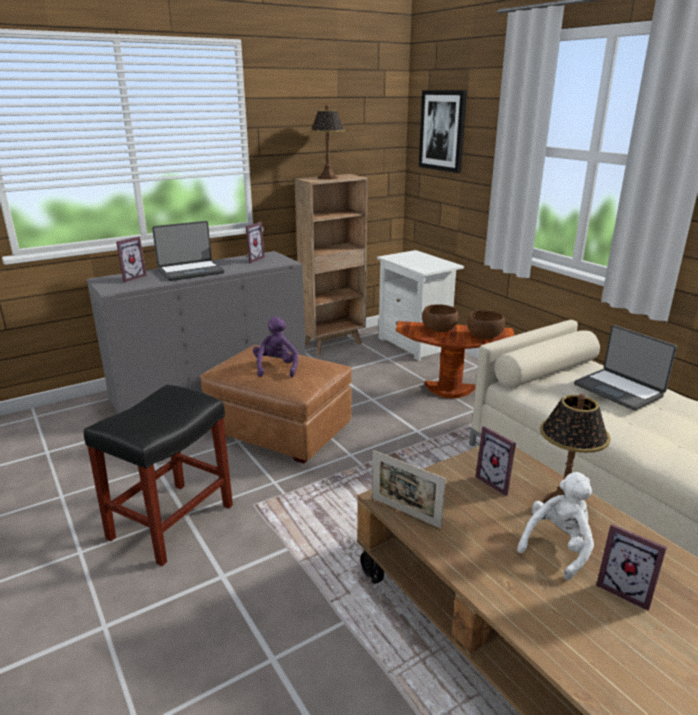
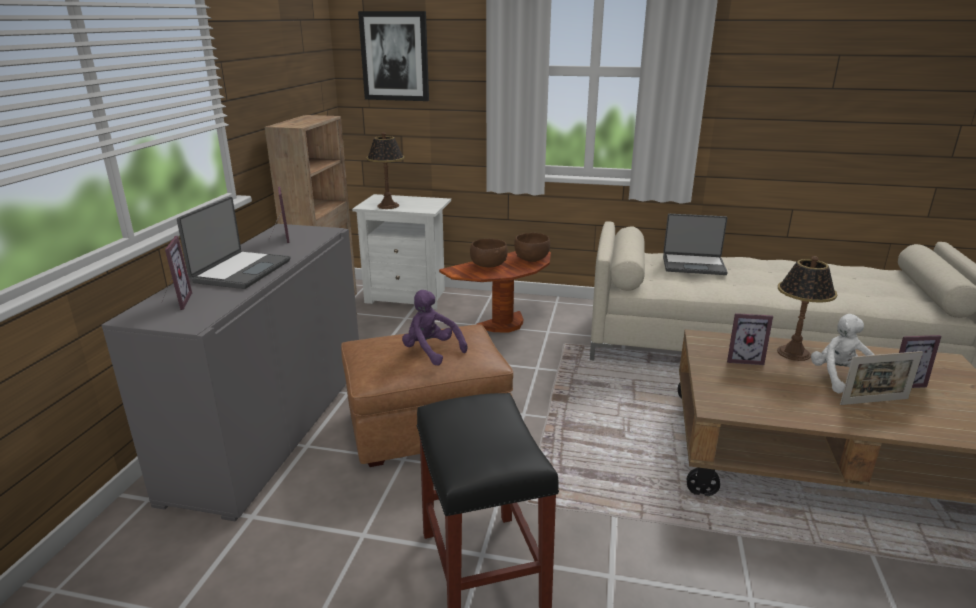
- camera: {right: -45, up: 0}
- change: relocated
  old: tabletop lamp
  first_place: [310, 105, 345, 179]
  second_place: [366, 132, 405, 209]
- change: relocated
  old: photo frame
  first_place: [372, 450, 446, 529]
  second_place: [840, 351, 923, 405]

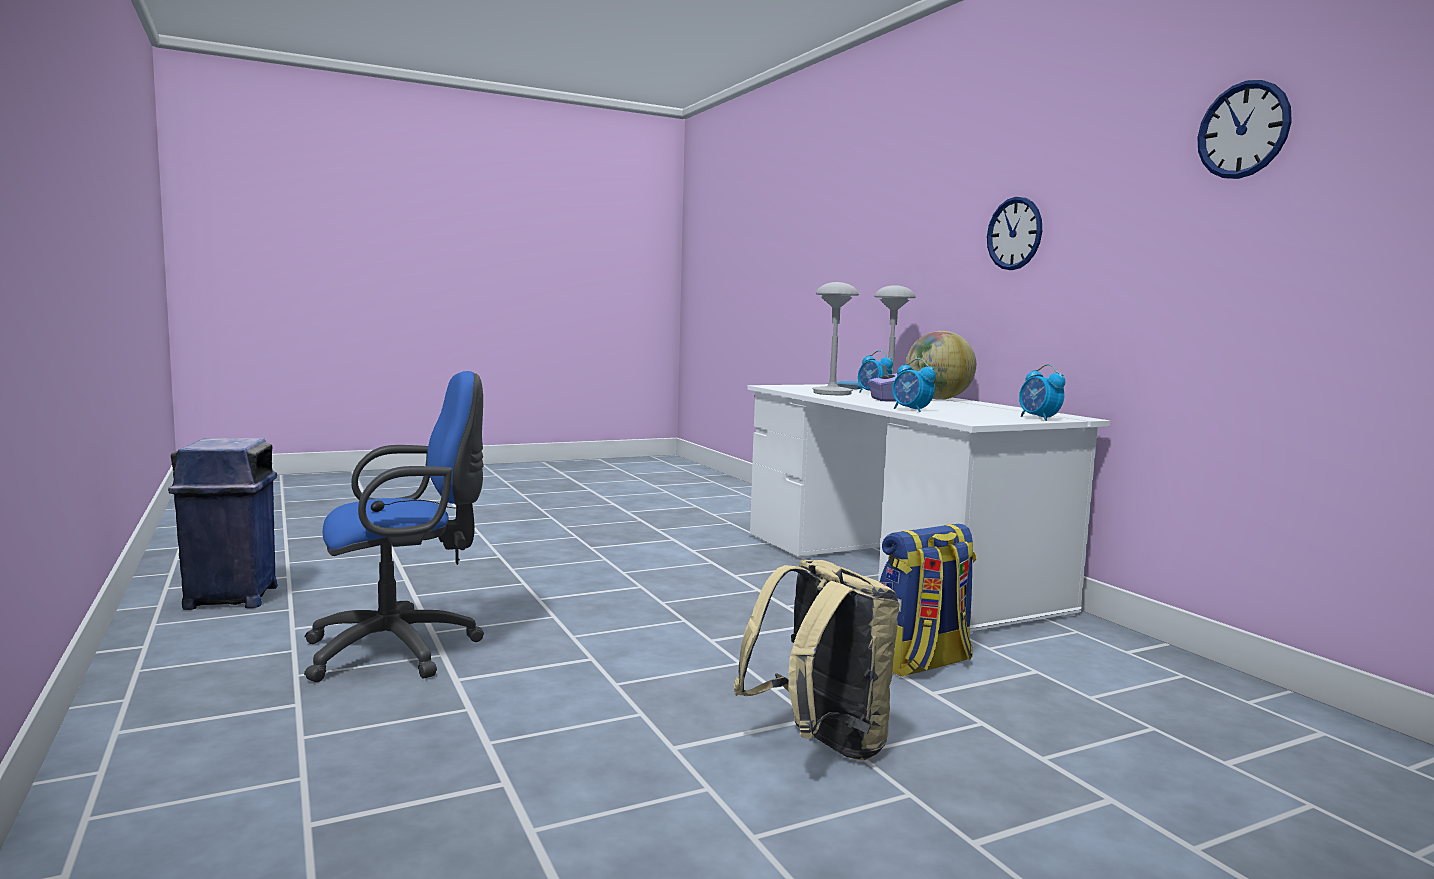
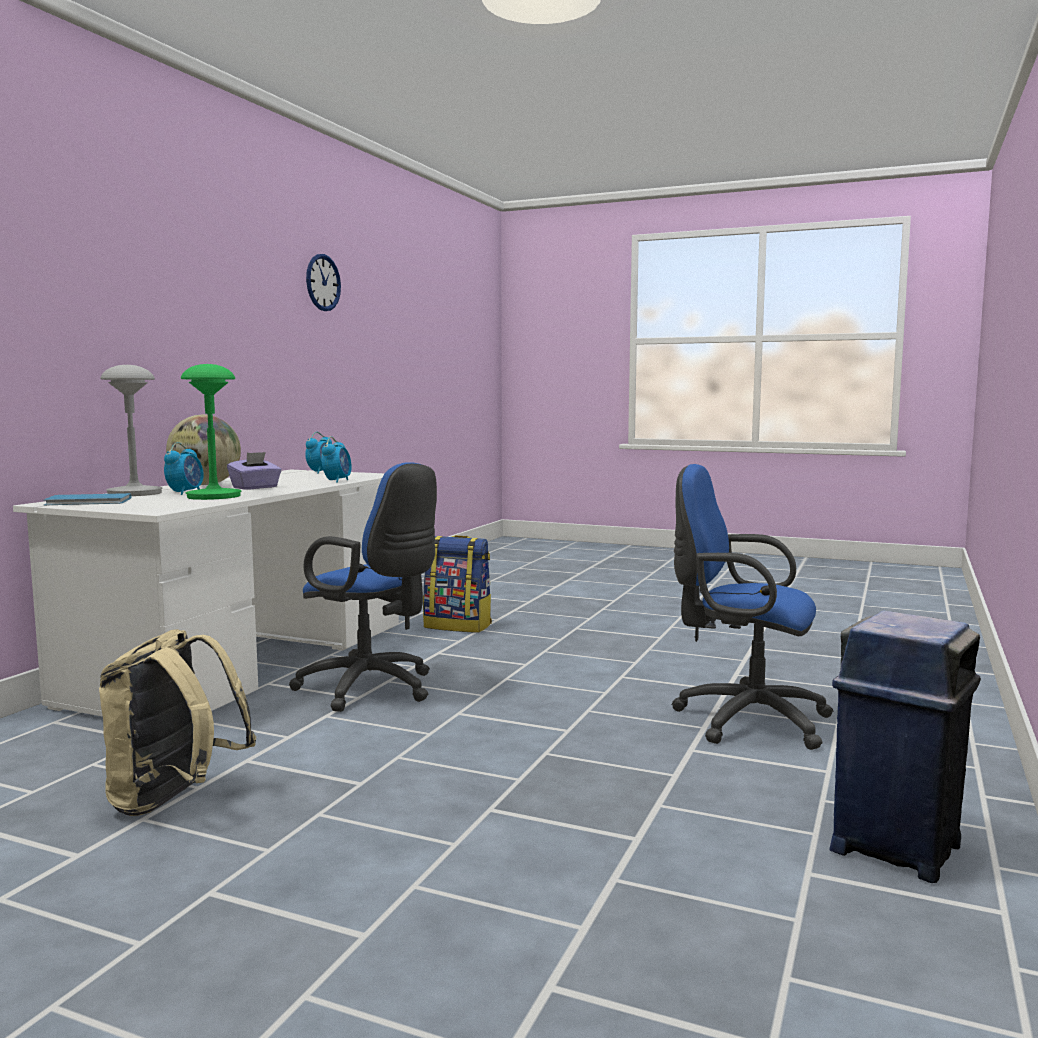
- camera: {right: -130, up: 0}
- change: missing
  old: hanging clock
  first_place: [987, 197, 1042, 270]
- change: appeared
  new: blue-coloured office chair
  second_place: [289, 462, 437, 712]
- change: relocated
  old: beige-coloured backpack
  first_place: [733, 560, 900, 760]
  second_place: [99, 629, 256, 816]
- change: colour
  old: grey tabletop lamp
  new: green-coloured tabletop lamp
  first_place: [812, 282, 859, 395]
  second_place: [181, 364, 241, 500]

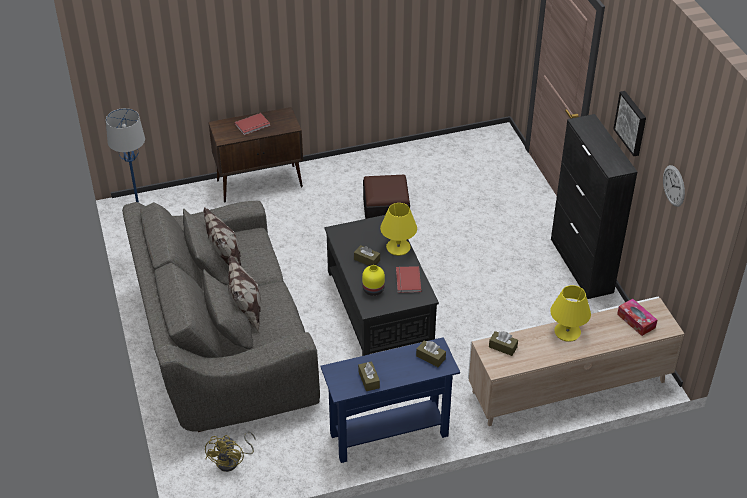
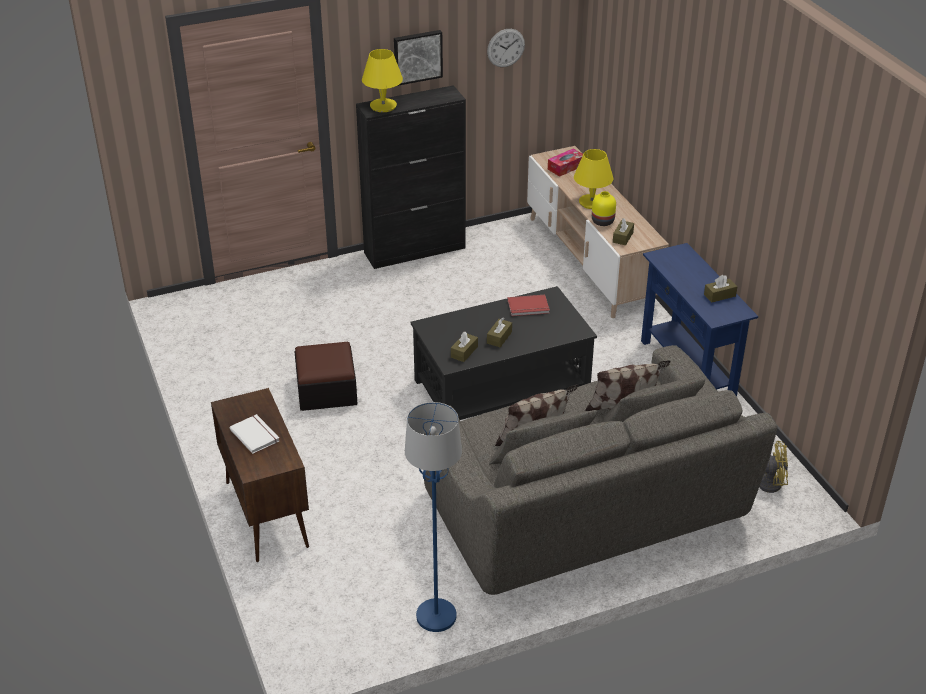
- camera: {right: -95, up: -5}
- change: relocated
  old: yellowish flower vase
  first_place: [362, 265, 385, 296]
  second_place: [592, 191, 616, 226]
- change: relocated
  old: yellowish tabletop lamp
  first_place: [380, 203, 417, 256]
  second_place: [362, 49, 403, 112]
- change: relocated
  old: brown-coloured box of tissues
  first_place: [416, 340, 446, 367]
  second_place: [451, 332, 478, 362]
- change: colour
  old: reddish bound book
  new: white-coloured bound book
  first_place: [235, 113, 270, 135]
  second_place: [230, 414, 279, 454]

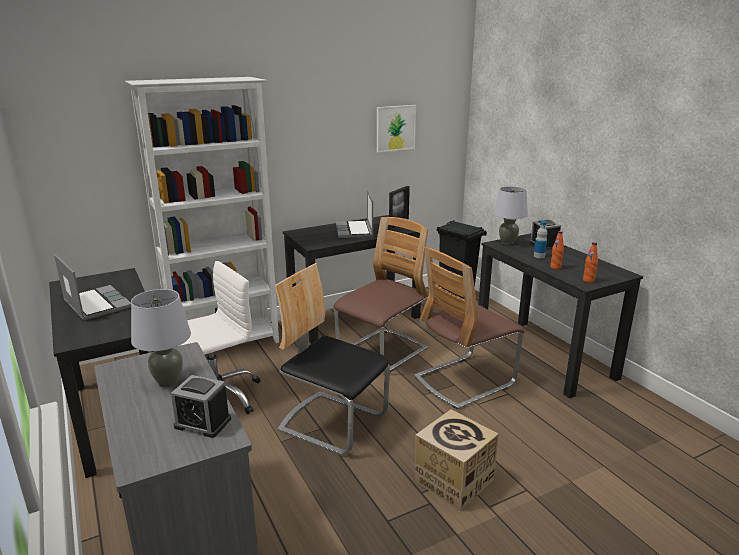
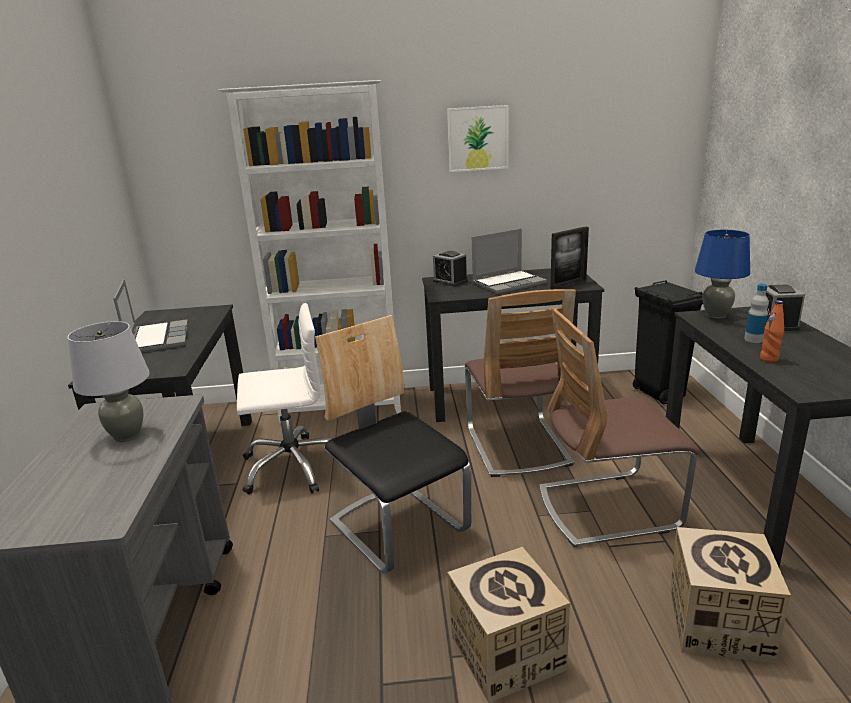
- camera: {right: 25, up: 0}
- change: missing
  old: orangey bottle
  first_place: [583, 242, 598, 283]
- change: appeared
  new: carton
  second_place: [670, 527, 791, 664]
- change: relocated
  old: bedside clock
  first_place: [171, 375, 231, 438]
  second_place: [433, 251, 468, 287]
- change: relocated
  old: picture
  first_place: [377, 105, 416, 153]
  second_place: [447, 105, 509, 172]
- change: colour
  old: grey tabletop lamp
  new: blue-coloured tabletop lamp
  first_place: [494, 186, 528, 245]
  second_place: [695, 230, 750, 319]
- change: spun
  old: upright chair
  first_place: [333, 217, 428, 372]
  second_place: [465, 289, 576, 477]
  degrees: 105
- change: spun
  old: laptop
  first_place: [336, 189, 373, 238]
  second_place: [472, 229, 547, 294]
  degrees: -135

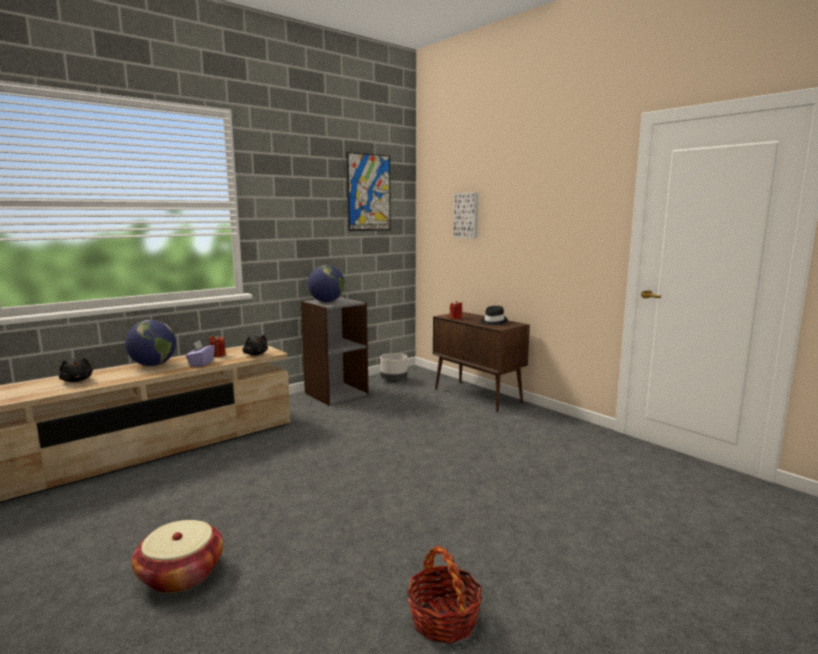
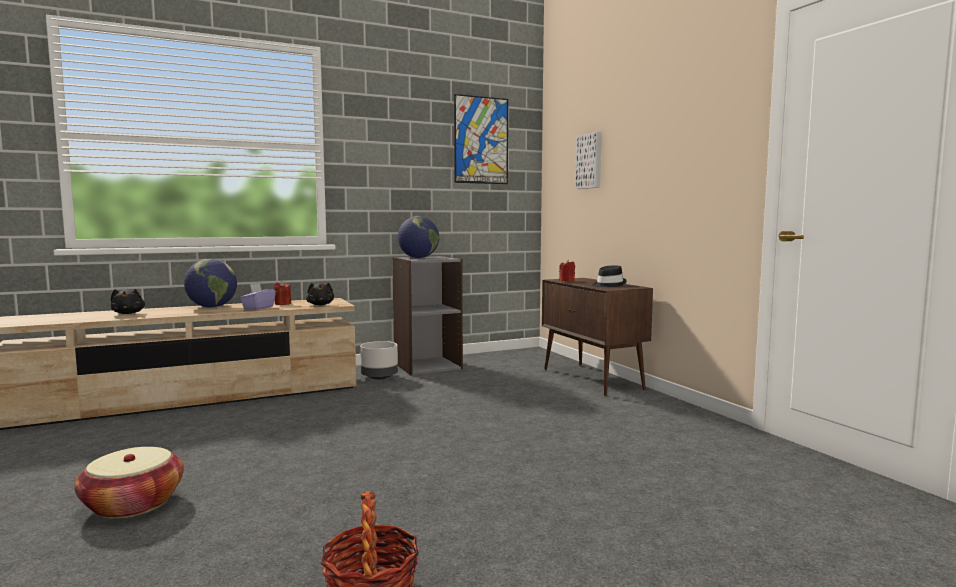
- camera: {right: 15, up: -5}
- change: relocated
  old: grey flower pot
  first_place: [380, 353, 407, 382]
  second_place: [360, 341, 398, 380]

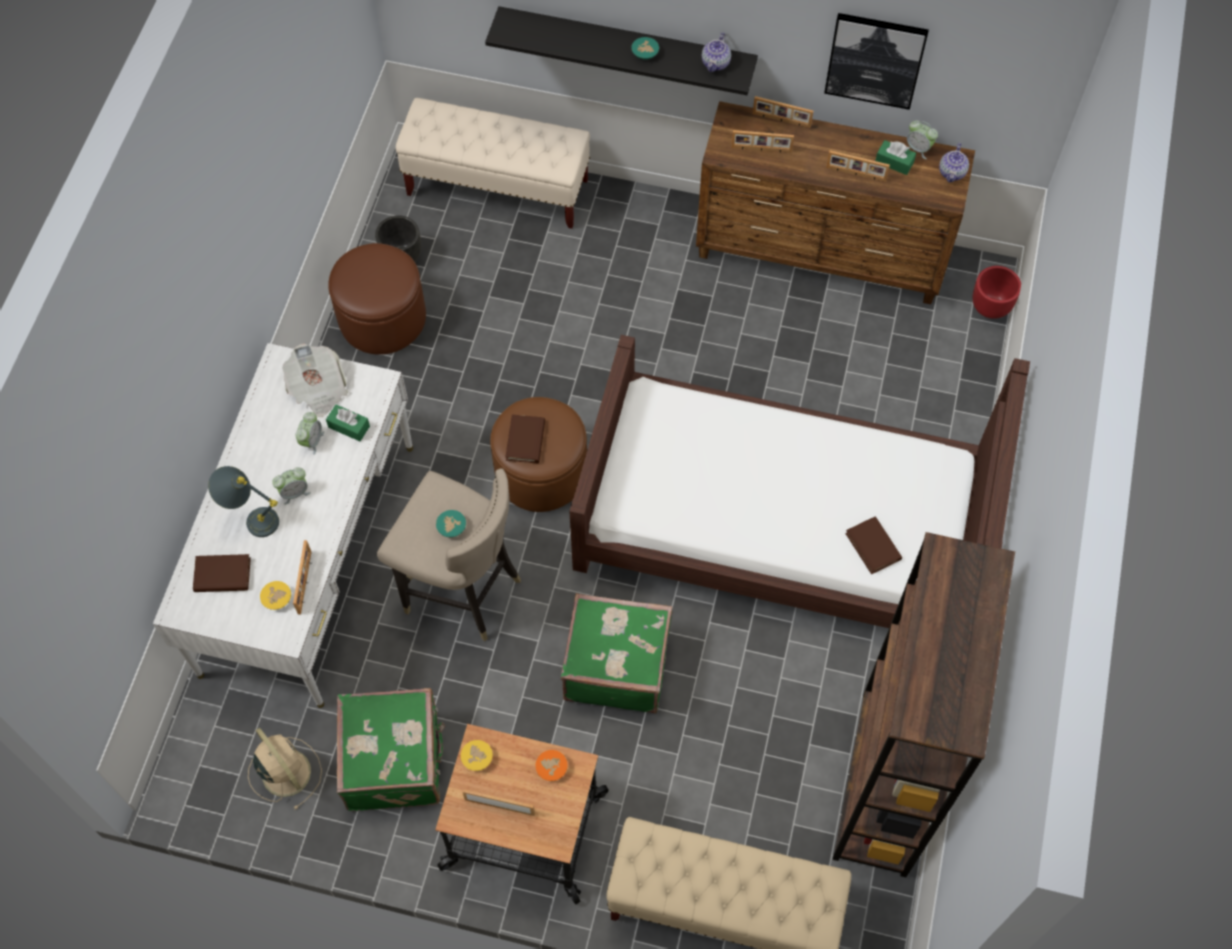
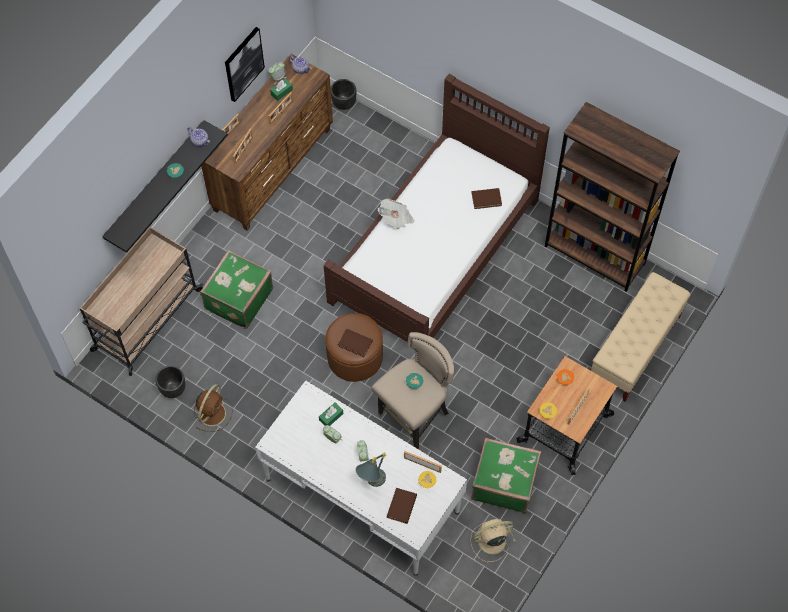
- camera: {right: -70, up: 0}
- change: relocated
  old: daily paper
  first_place: [282, 343, 348, 417]
  second_place: [378, 199, 415, 229]
- change: relocated
  old: green-coloured suitcase
  first_place: [561, 593, 672, 713]
  second_place: [200, 250, 273, 329]
- change: exchanged
  old: brown-coloured ottoman
  new: brown-coloured cooling fan
  first_place: [328, 243, 426, 355]
  second_place: [194, 384, 233, 432]
- change: exchanged
  old: beige-coloured indoor bench
  new: beige-coloured trolley
  first_place: [396, 98, 590, 229]
  second_place: [80, 227, 204, 376]
- change: colour
  old: reddish flower pot
  new: blackish flower pot
  first_place: [973, 266, 1021, 319]
  second_place: [331, 79, 356, 110]

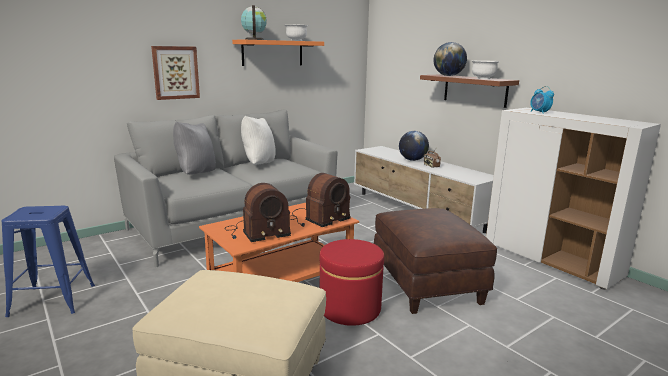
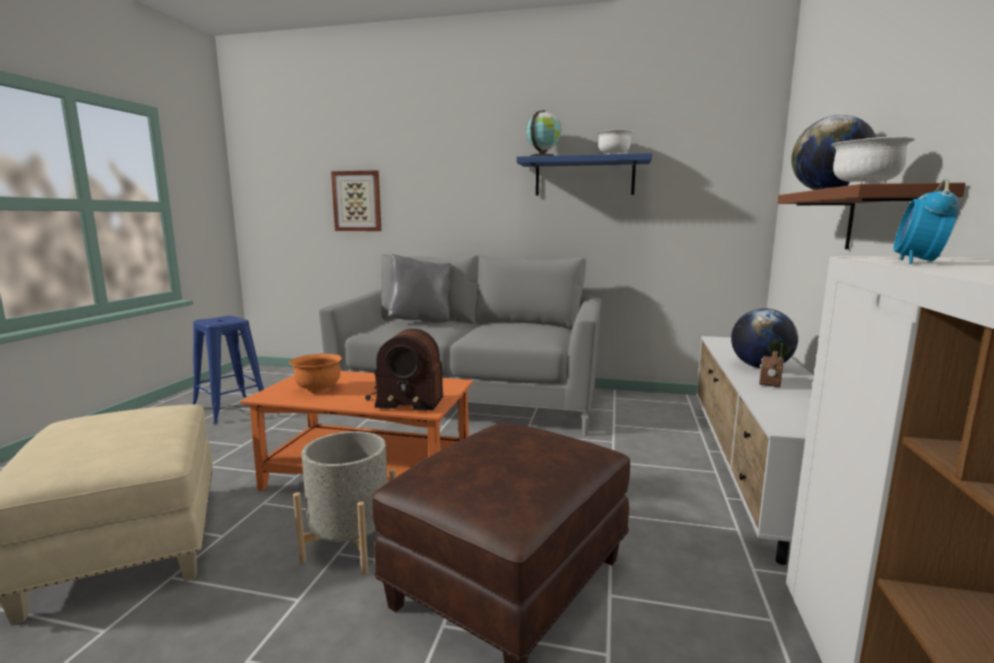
- camera: {right: 50, up: -5}
- change: missing
  old: white-coloured cushion
  first_place: [241, 116, 275, 165]
- change: relocated
  old: picture
  first_place: [151, 46, 200, 100]
  second_place: [331, 170, 381, 231]
- change: exchanged
  old: radio
  new: orangey deep dish
  first_place: [225, 183, 291, 242]
  second_place: [289, 354, 342, 393]
- change: exchanged
  old: reddish ottoman
  new: grey flower pot
  first_place: [319, 239, 384, 326]
  second_place: [293, 431, 396, 575]
- change: colour
  old: orangey wall shelf
  new: blue-coloured wall shelf
  first_place: [232, 40, 324, 66]
  second_place: [517, 153, 652, 196]

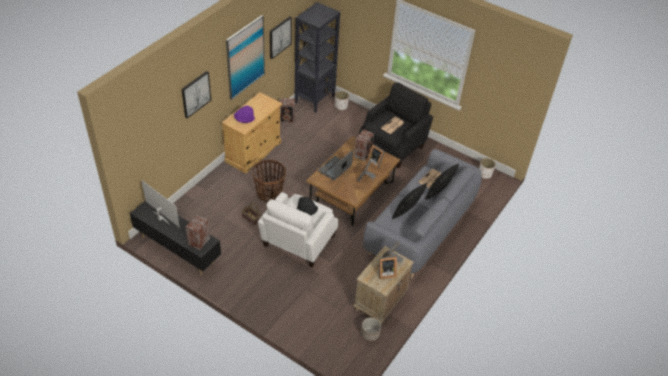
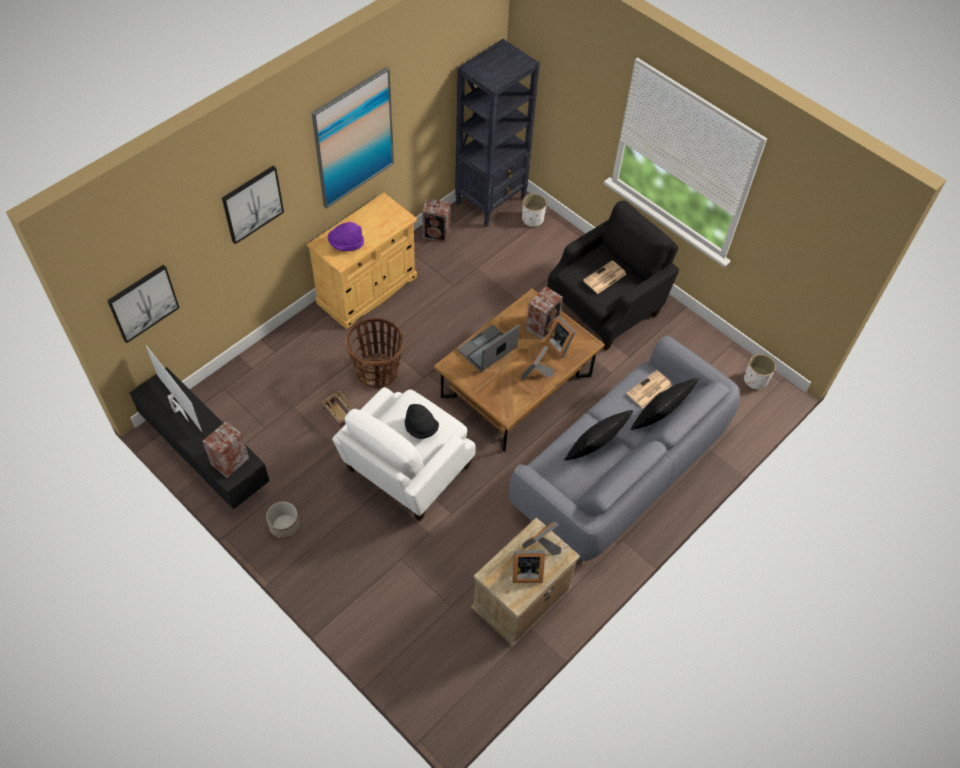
- camera: {right: 10, up: 10}
- change: relocated
  old: picture
  first_place: [270, 17, 292, 59]
  second_place: [107, 265, 179, 343]
- change: relocated
  old: flower pot
  first_place: [361, 317, 381, 342]
  second_place: [266, 502, 300, 539]

